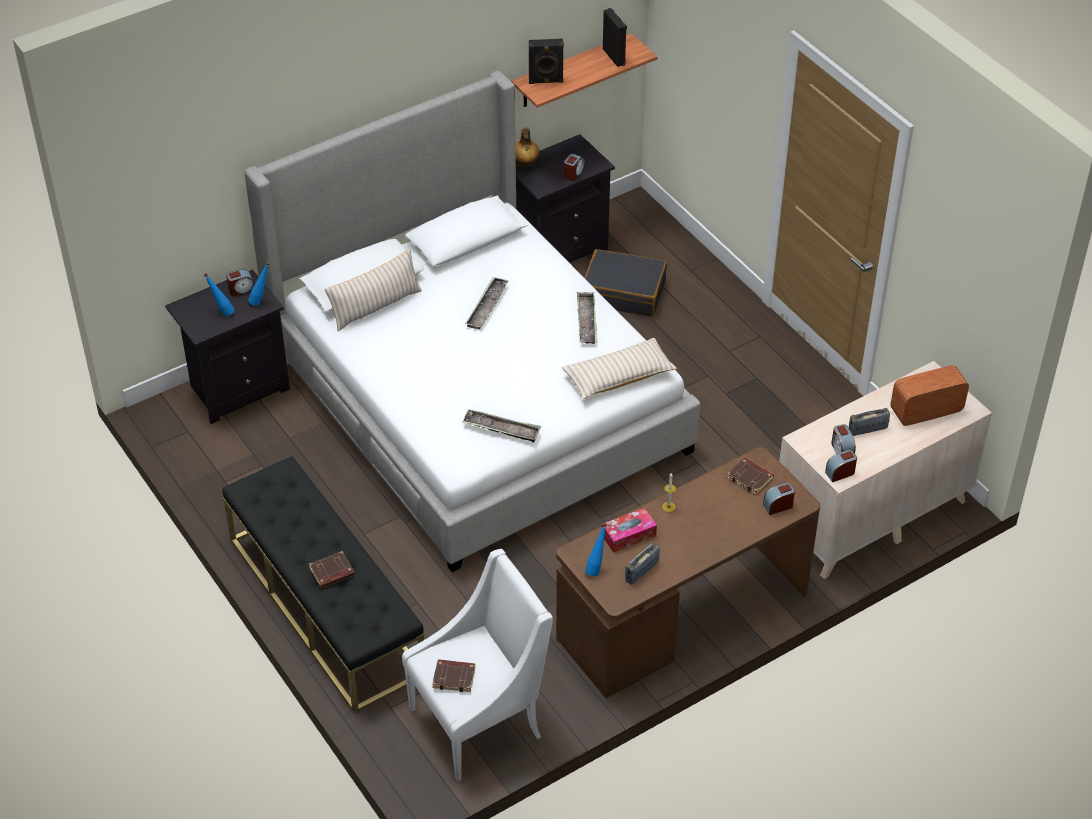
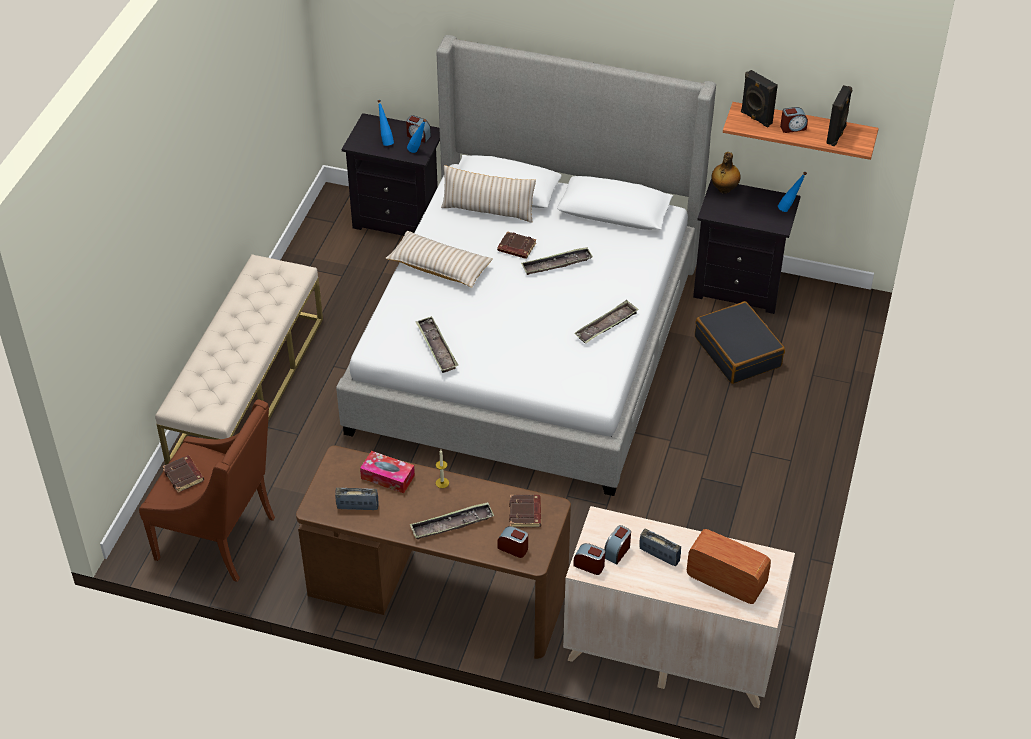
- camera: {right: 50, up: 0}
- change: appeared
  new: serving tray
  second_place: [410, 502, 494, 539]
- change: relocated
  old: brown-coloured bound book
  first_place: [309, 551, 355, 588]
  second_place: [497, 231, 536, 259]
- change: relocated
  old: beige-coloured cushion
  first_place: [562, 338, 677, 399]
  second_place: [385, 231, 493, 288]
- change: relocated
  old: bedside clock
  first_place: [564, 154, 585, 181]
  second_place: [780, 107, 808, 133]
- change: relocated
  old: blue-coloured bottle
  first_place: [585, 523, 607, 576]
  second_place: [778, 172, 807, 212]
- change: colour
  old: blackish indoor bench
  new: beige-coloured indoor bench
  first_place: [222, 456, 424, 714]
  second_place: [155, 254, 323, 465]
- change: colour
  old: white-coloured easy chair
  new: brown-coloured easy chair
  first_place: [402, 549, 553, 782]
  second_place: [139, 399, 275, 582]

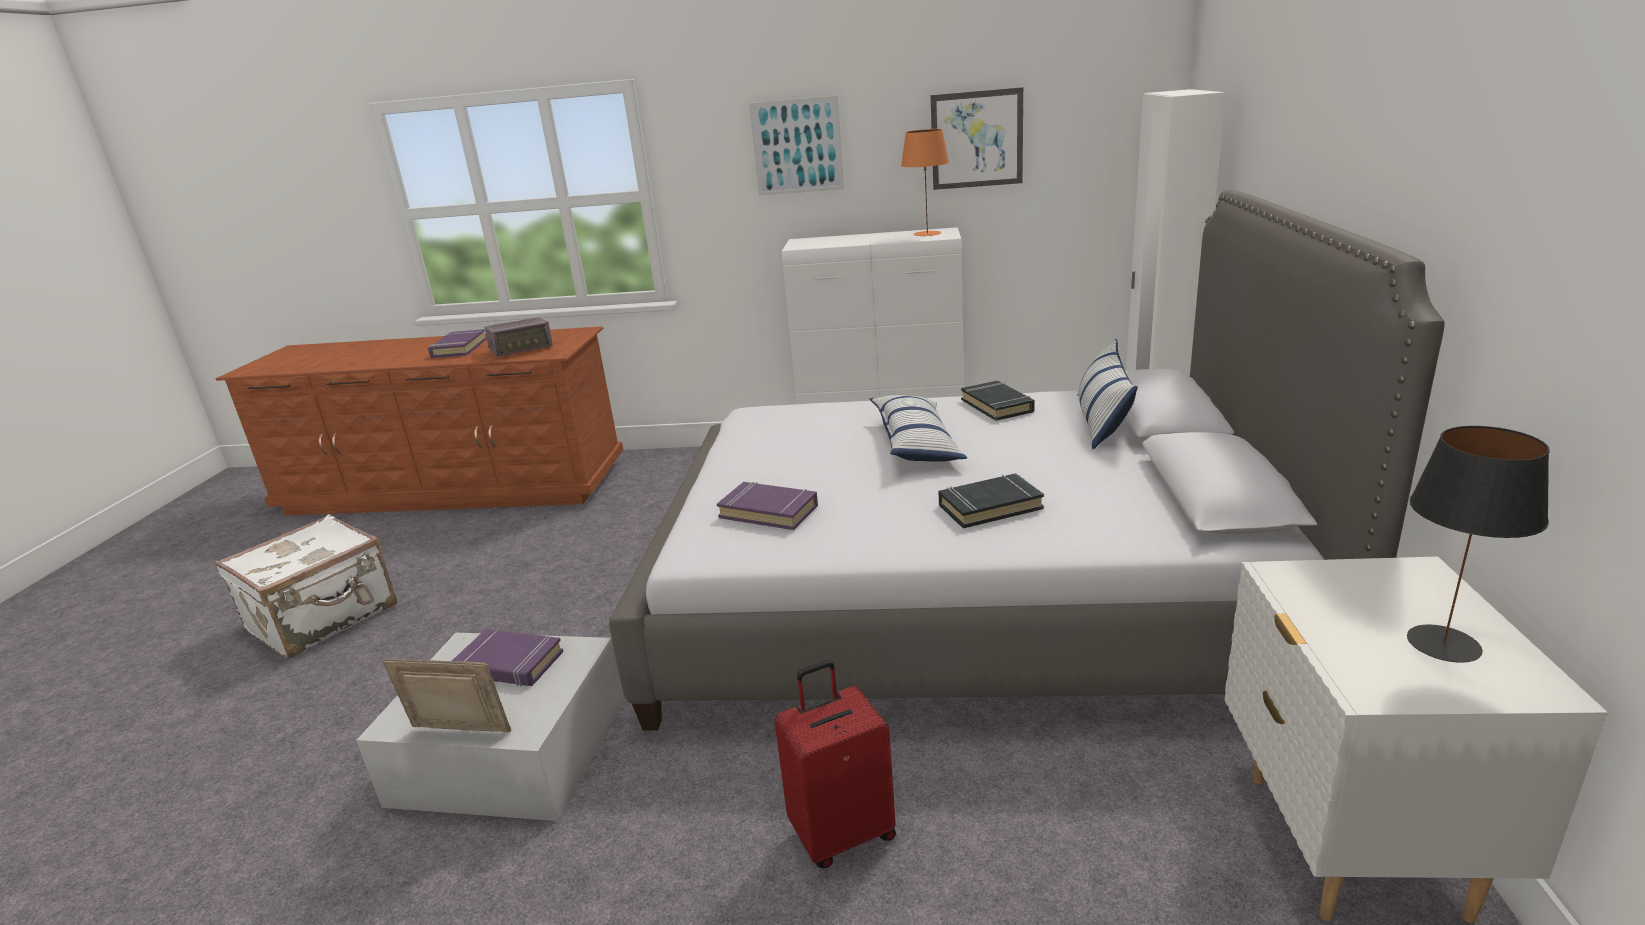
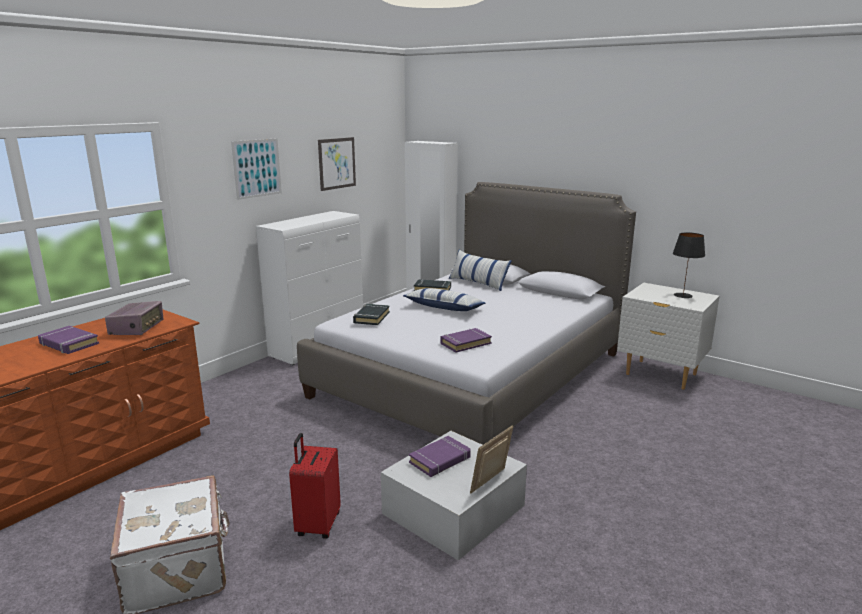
- camera: {right: -60, up: -5}
- change: missing
  old: orangey tabletop lamp
  first_place: [901, 129, 949, 236]
- change: relocated
  old: reddish suitcase
  first_place: [774, 660, 896, 868]
  second_place: [289, 433, 341, 539]
- change: relocated
  old: blackish bound book
  first_place: [939, 473, 1044, 528]
  second_place: [353, 304, 390, 325]

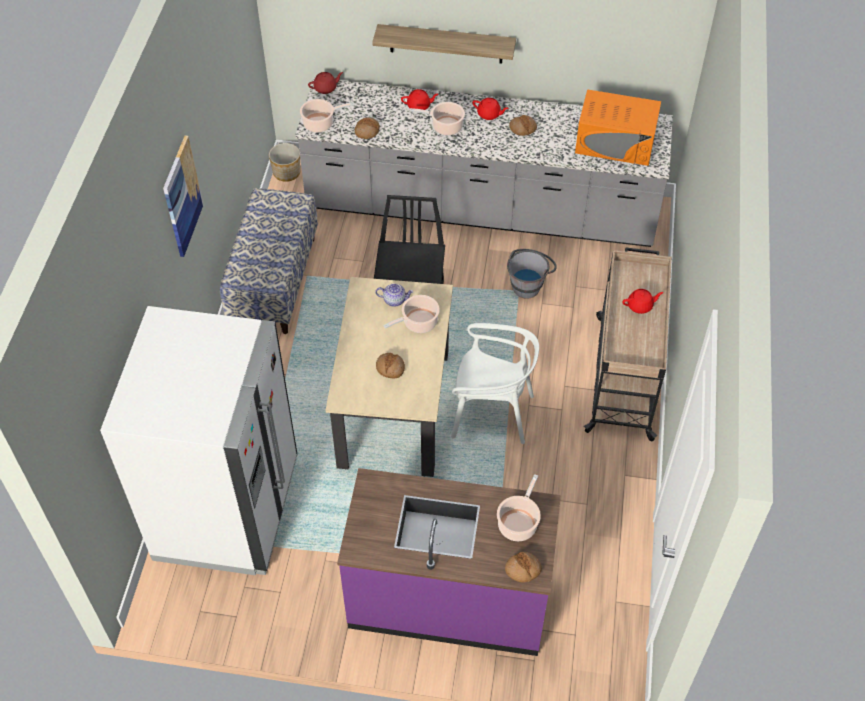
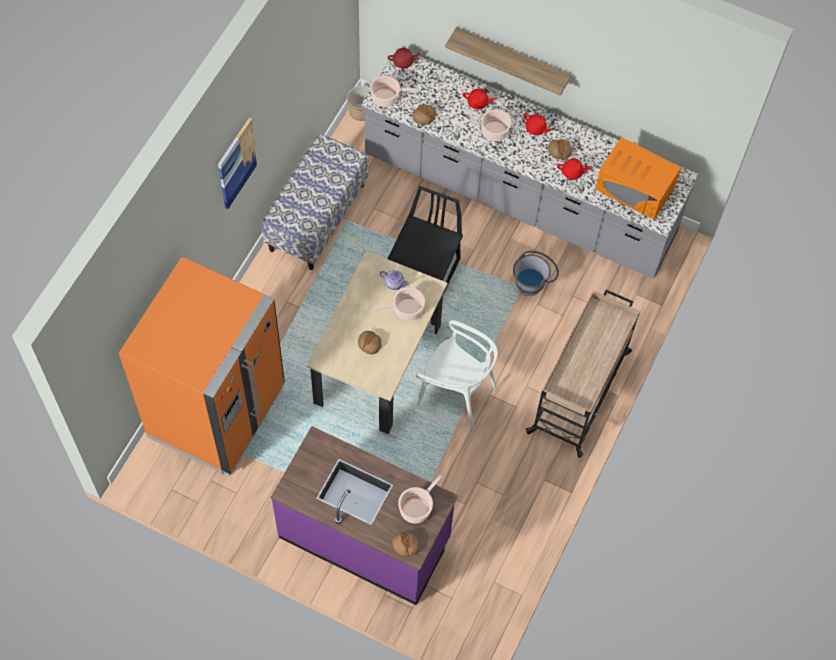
- camera: {right: 15, up: 10}
- change: relocated
  old: reddish teapot
  first_place: [623, 289, 664, 314]
  second_place: [557, 158, 592, 180]
- change: colour
  old: white-coloured refrigerator
  new: orangey refrigerator
  first_place: [100, 306, 297, 575]
  second_place: [119, 257, 285, 476]

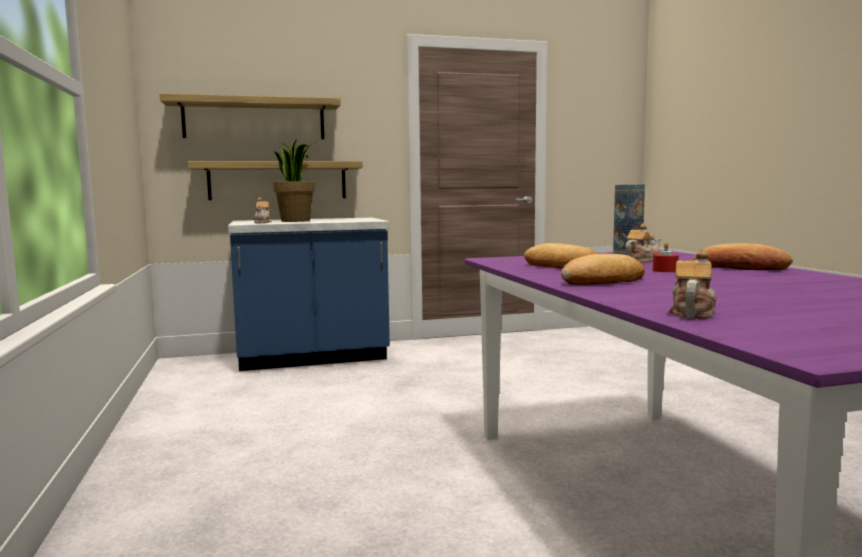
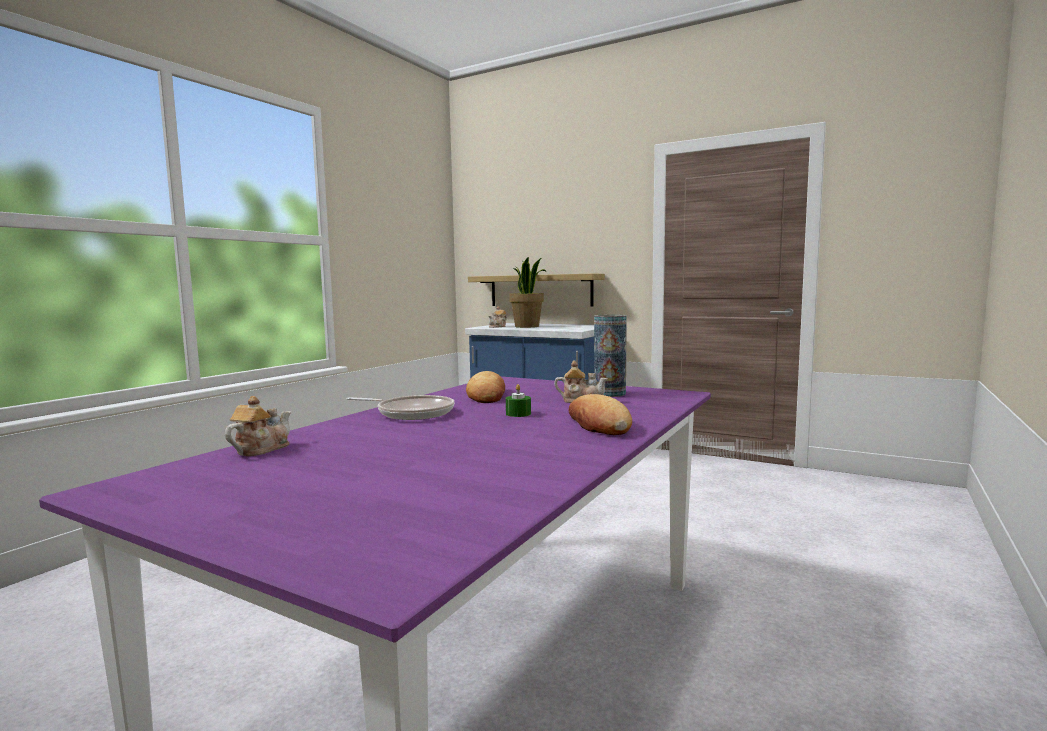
- camera: {right: 45, up: 0}
- change: missing
  old: wall shelf
  first_place: [160, 93, 341, 139]
- change: exchanged
  old: bread
  new: pan
  first_place: [561, 254, 645, 285]
  second_place: [347, 395, 455, 420]
- change: colour
  old: reddish wax candle
  new: green-coloured wax candle
  first_place: [653, 242, 679, 272]
  second_place: [506, 384, 531, 417]
- change: spun
  old: teapot
  first_place: [669, 249, 716, 319]
  second_place: [225, 396, 291, 456]
  degrees: -45

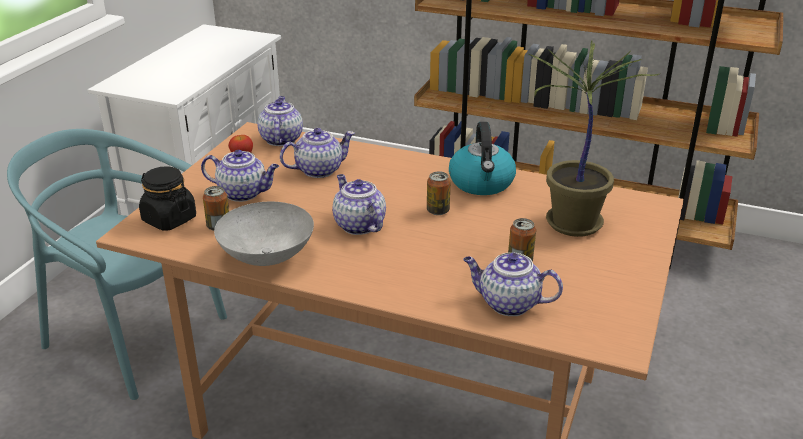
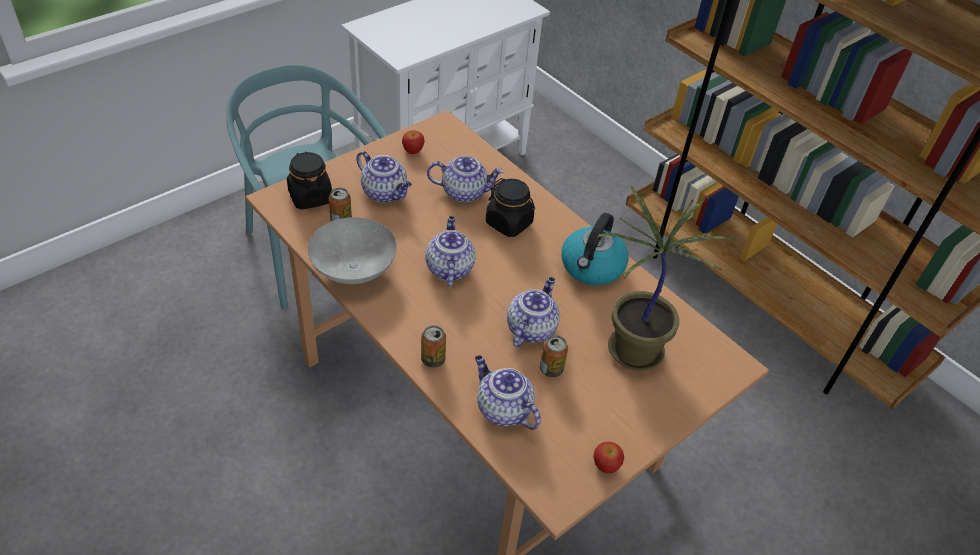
- camera: {right: 25, up: 15}
- change: appeared
  new: blackish jar
  second_place: [486, 178, 535, 237]
- change: appeared
  new: apple fruit
  second_place: [593, 441, 624, 473]
- change: relocated
  old: teapot
  first_place: [258, 96, 303, 146]
  second_place: [507, 277, 560, 347]
- change: relocated
  old: metal can
  first_place: [427, 171, 450, 215]
  second_place: [421, 325, 446, 368]

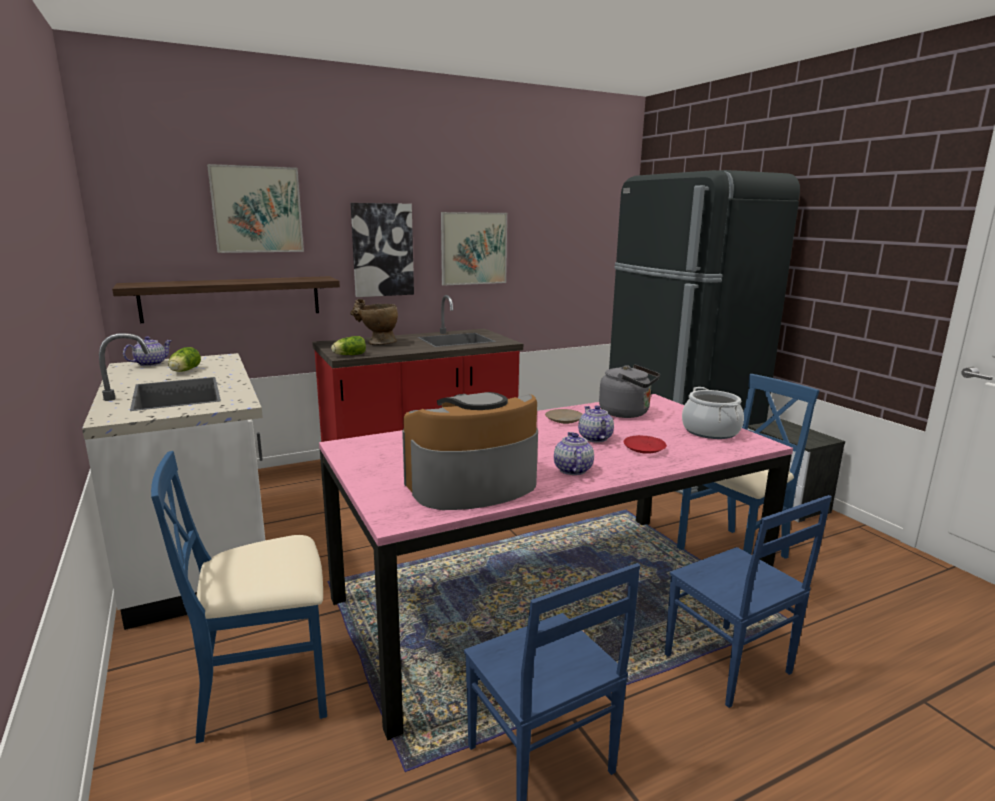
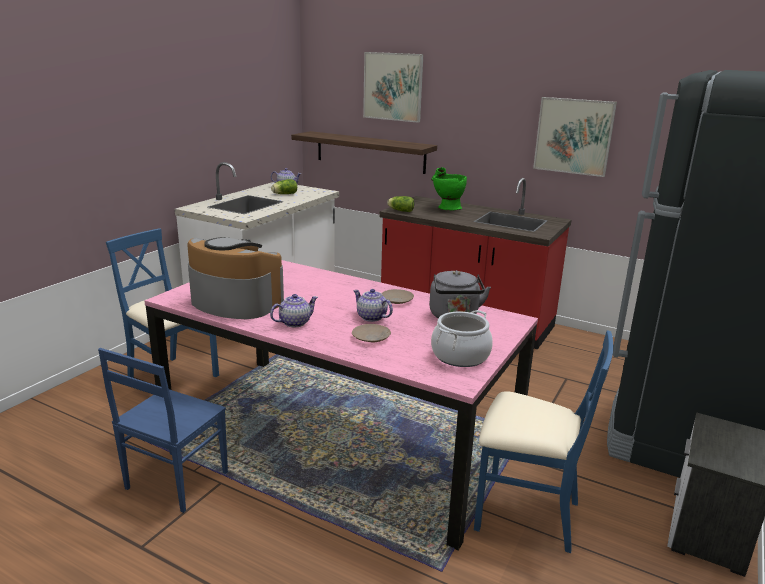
- camera: {right: 55, up: 5}
- change: missing
  old: picture
  first_place: [351, 203, 414, 297]
- change: missing
  old: blue-coloured upright chair
  first_place: [665, 495, 832, 708]
- change: colour
  old: beige-coloured flower vase
  new: green-coloured flower vase
  first_place: [350, 299, 398, 345]
  second_place: [431, 167, 467, 210]
- change: colour
  old: reddish dinner plate
  new: beige-coloured dinner plate
  first_place: [624, 435, 667, 454]
  second_place: [352, 324, 391, 343]
- change: spun
  old: teapot
  first_place: [578, 405, 614, 442]
  second_place: [353, 289, 393, 322]
  degrees: -90

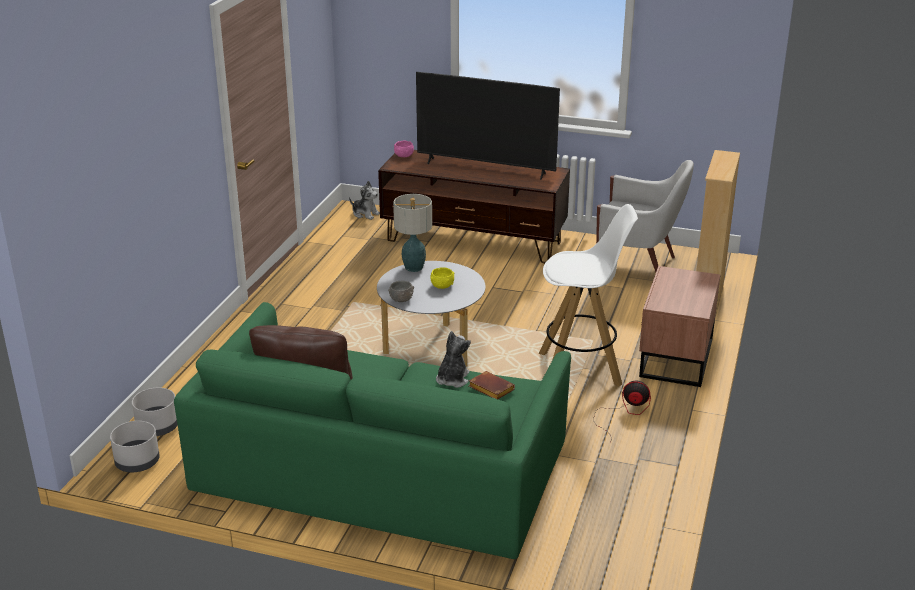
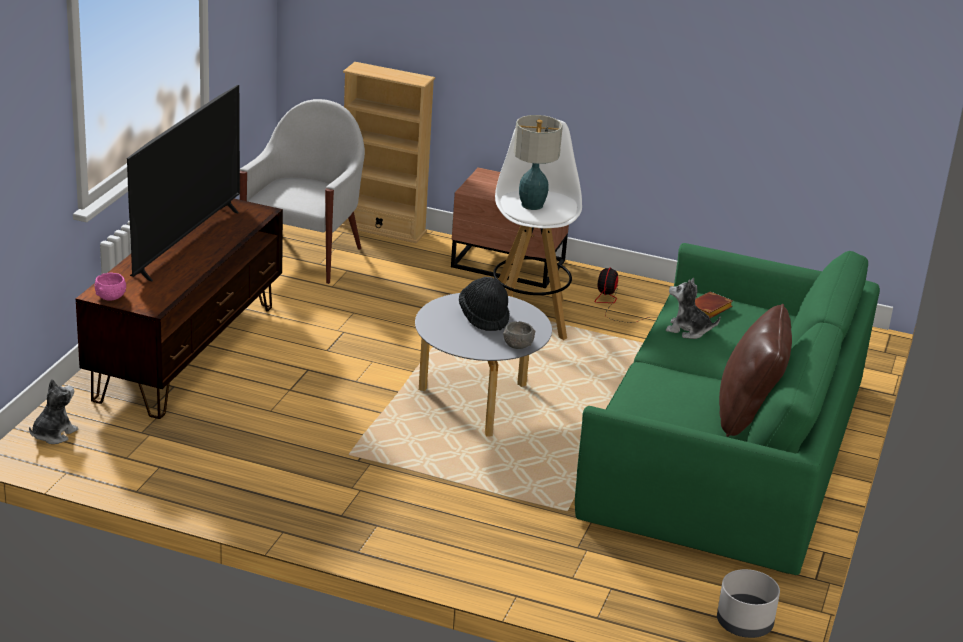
- camera: {right: -90, up: 0}
- change: missing
  old: grey flower pot
  first_place: [132, 388, 177, 436]
- change: relocated
  old: tabletop lamp
  first_place: [393, 194, 432, 272]
  second_place: [514, 115, 563, 210]
- change: exchanged
  old: yellowish deep dish
  new: blackish hat
  first_place: [430, 267, 455, 289]
  second_place: [459, 277, 510, 331]

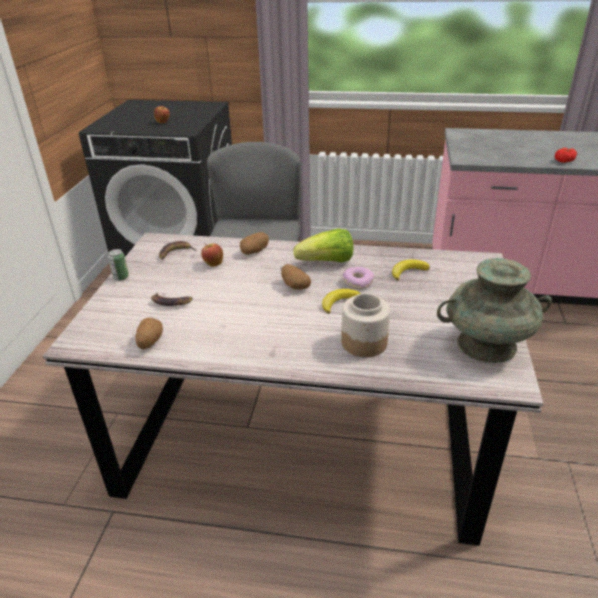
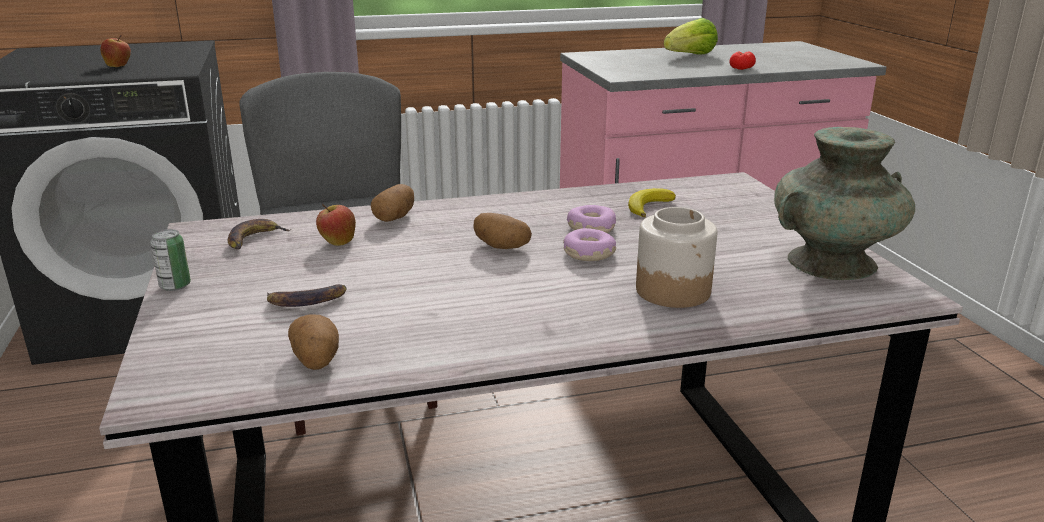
- camera: {right: -25, up: -10}
- change: relocated
  old: head of lettuce
  first_place: [293, 229, 353, 262]
  second_place: [664, 18, 718, 55]
- change: exchanged
  old: banana
  new: donut
  first_place: [322, 289, 361, 314]
  second_place: [563, 228, 616, 261]

